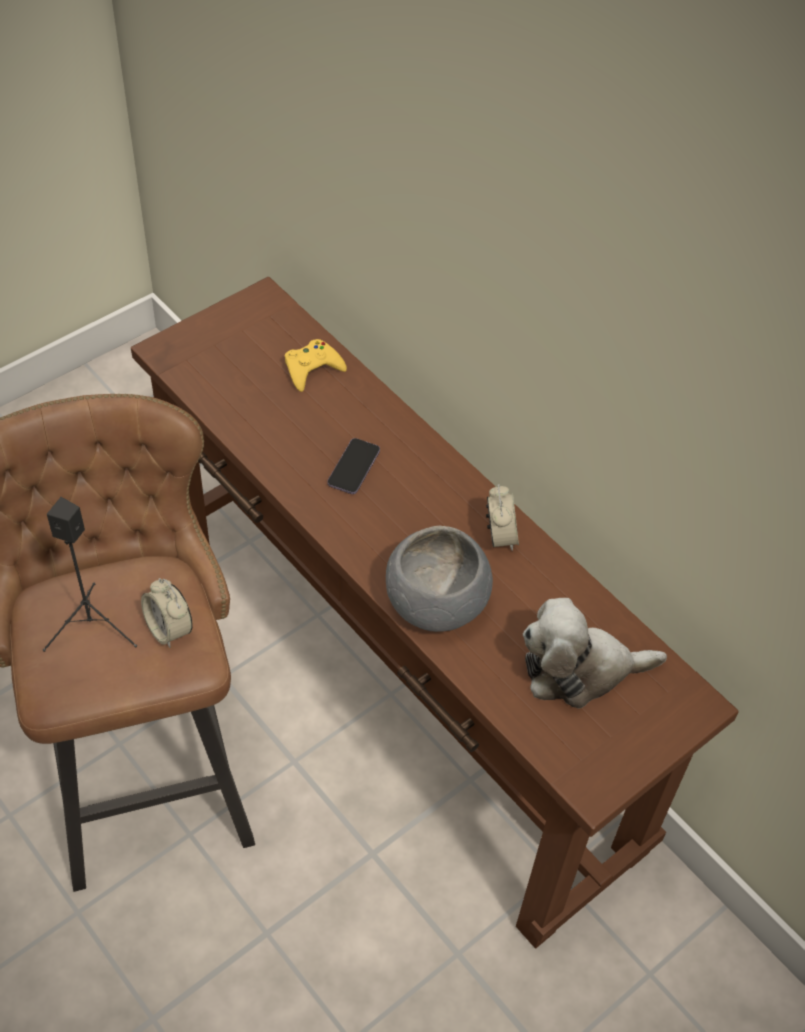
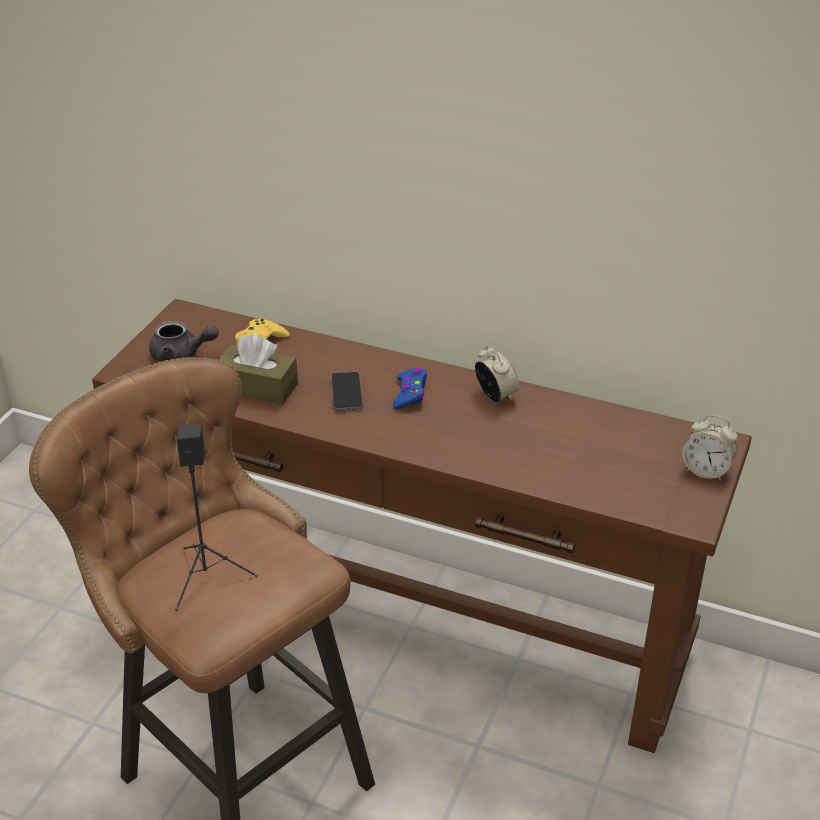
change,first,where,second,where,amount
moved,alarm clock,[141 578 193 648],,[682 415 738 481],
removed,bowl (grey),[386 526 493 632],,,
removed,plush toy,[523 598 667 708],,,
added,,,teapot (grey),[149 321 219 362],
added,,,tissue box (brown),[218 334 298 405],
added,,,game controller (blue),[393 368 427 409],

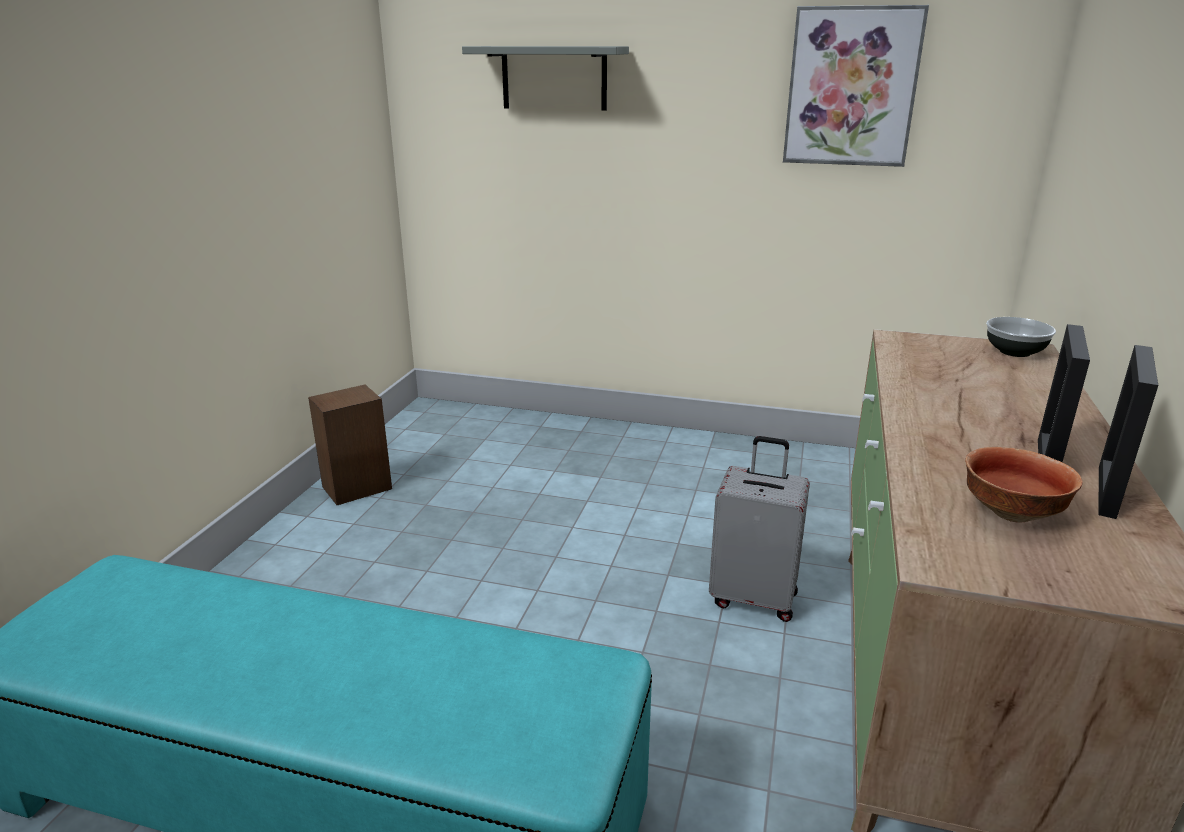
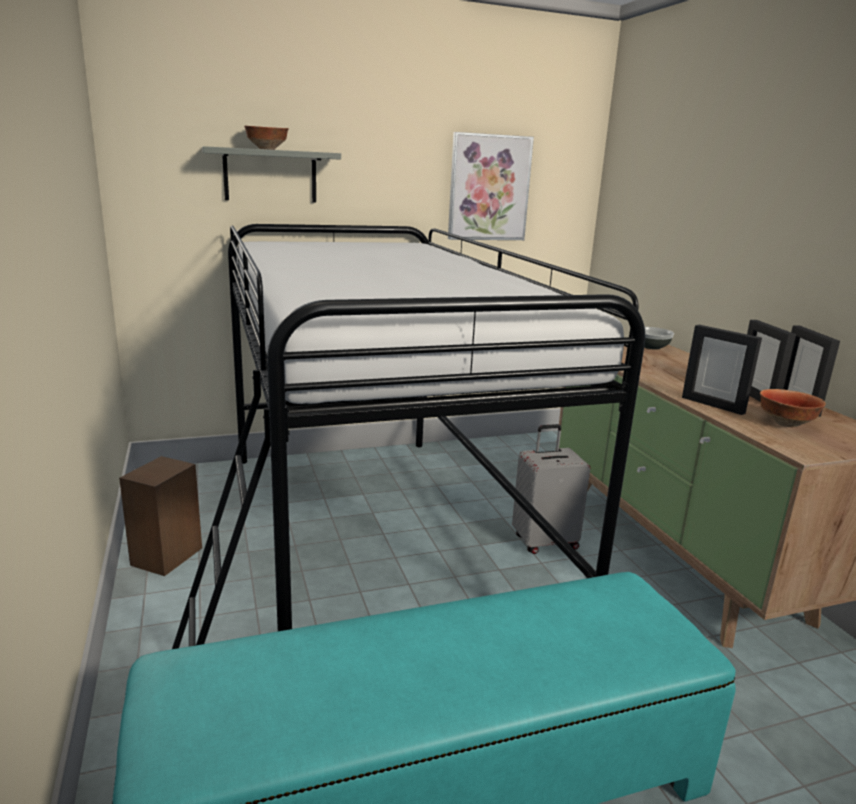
change,first,where,second,where,amount
added,,,bed (black),[172 224 645 649],
added,,,bowl,[244 125 289 150],
added,,,picture frame,[682 325 762 415],

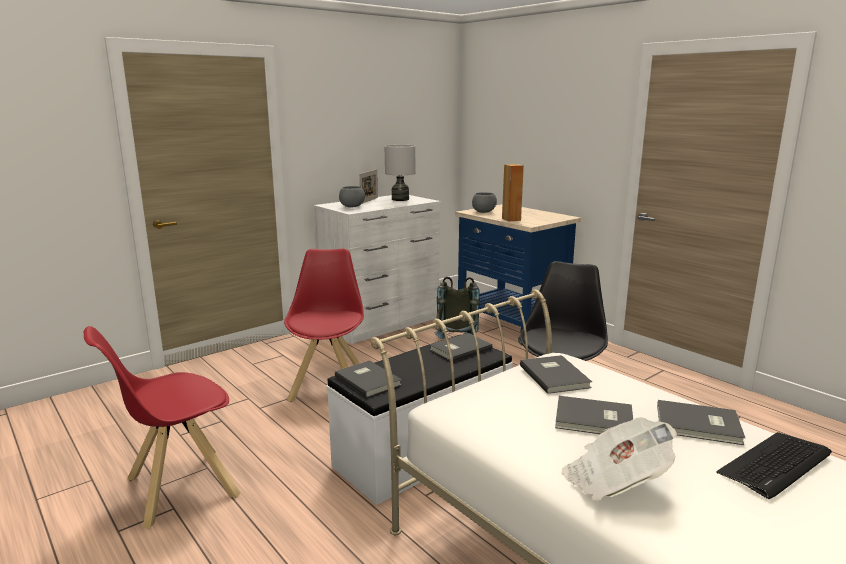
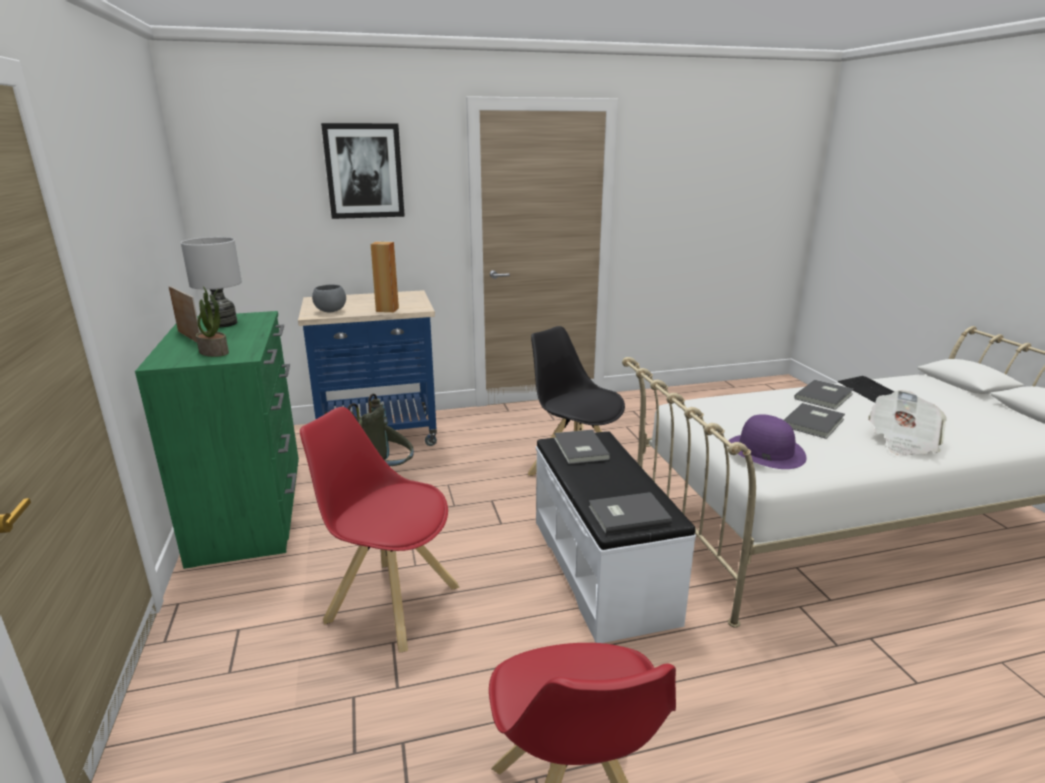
change,first,where,second,where,amount
recoloured,dresser (white),[314 195 441 344],dresser (green),[135 311 299 569],
replaced,bowl (grey),[339 186 365 207],potted plant,[196 287 229 357],
removed,book (grey),[520 355 592 394],,,
added,,,picture,[321 123 405 219],
added,,,hat (purple),[728 414 807 469],

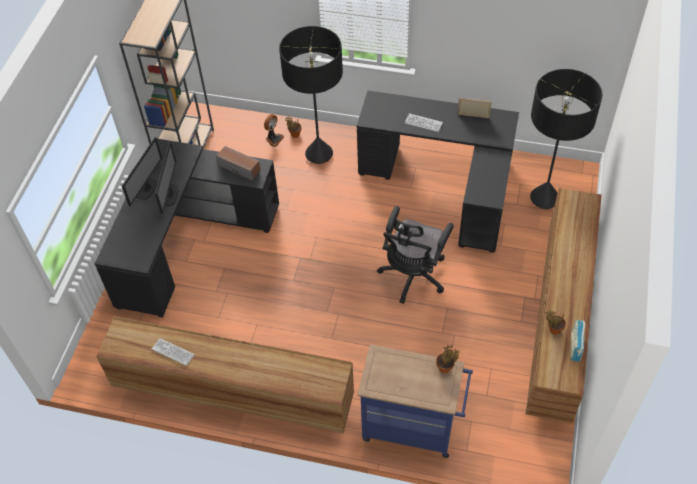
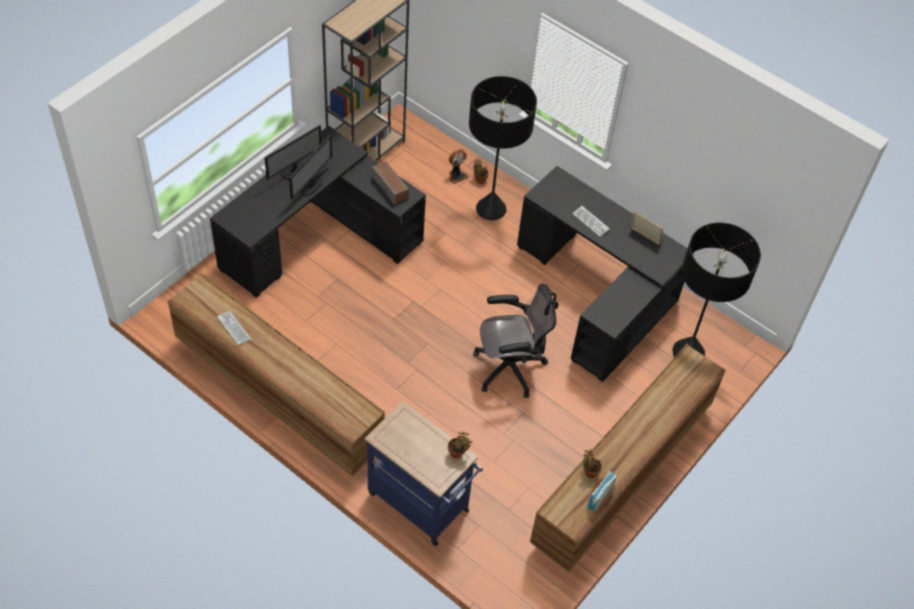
change,first,where,second,where,amount
turned,office chair,[377 206 454 304],,[473 284 559 398],150 degrees counterclockwise

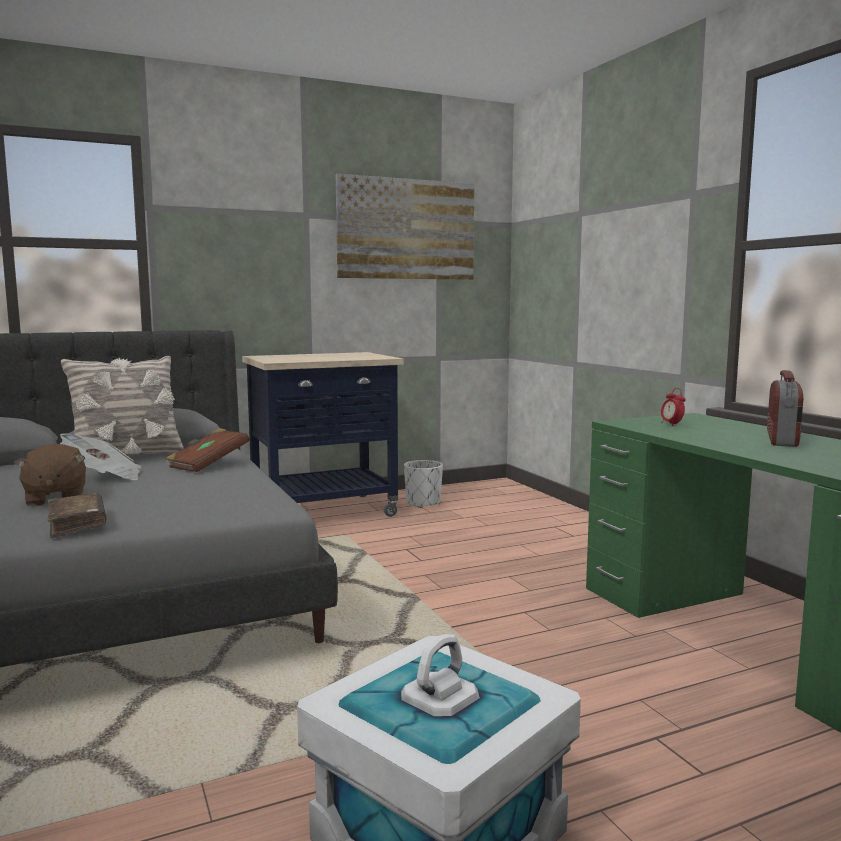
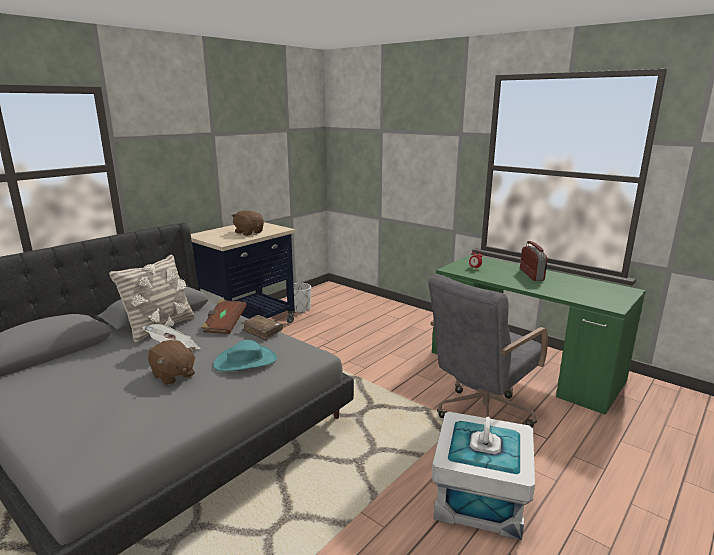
change,first,where,second,where,amount
moved,book (brown),[48 493 106 538],,[241 315 283 341],
removed,picture,[336 174 474 280],,,
added,,,hat (turquoise),[213 340 277 371],
added,,,plush toy (brown),[232 210 264 236],
added,,,office chair (grey),[428 274 548 428],

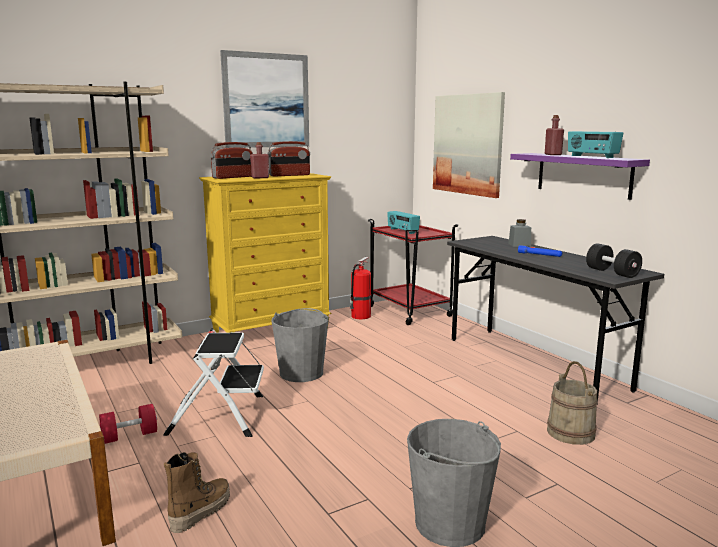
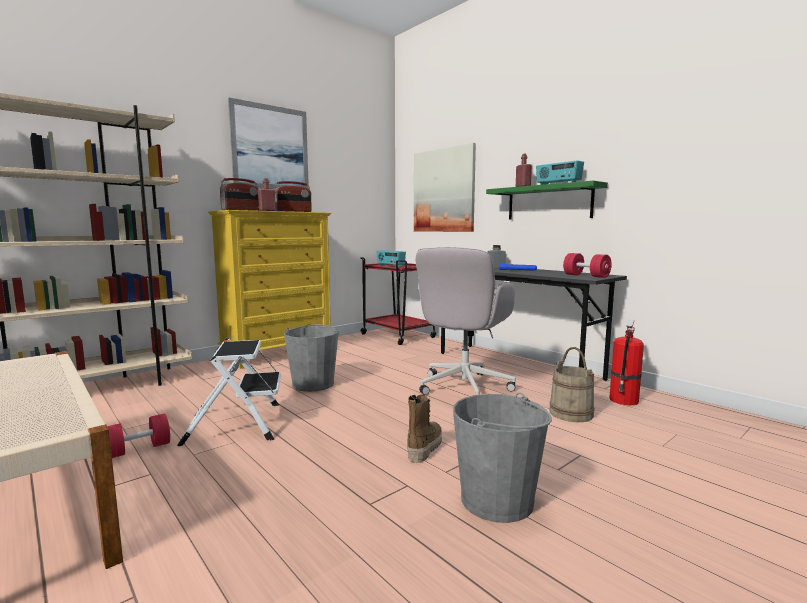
change,first,where,second,where,amount
moved,boot,[164 452 230 533],,[407 395 442 463],
moved,fire extinguisher,[349 257 371 319],,[609 320 644 405],
recoloured,shelf (purple),[510 153 650 200],shelf (green),[486 180 608 220],
recoloured,dumbbell (black),[586 243 642 278],dumbbell (red),[563 253 612 278],
added,,,office chair (grey),[416 247 516 395],

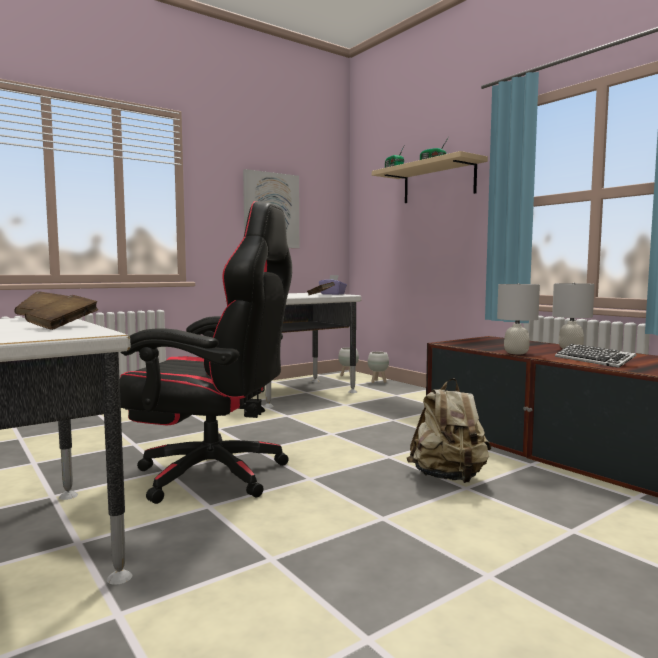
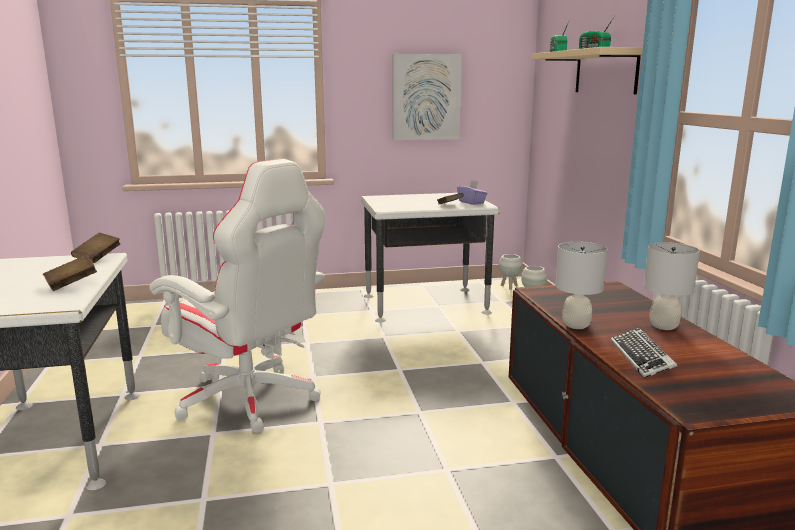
change,first,where,second,where,amount
recoloured,office chair (black),[120 201 292 504],office chair (white),[149 159 326 433],
removed,backpack (beige),[407 378 491 483],,,

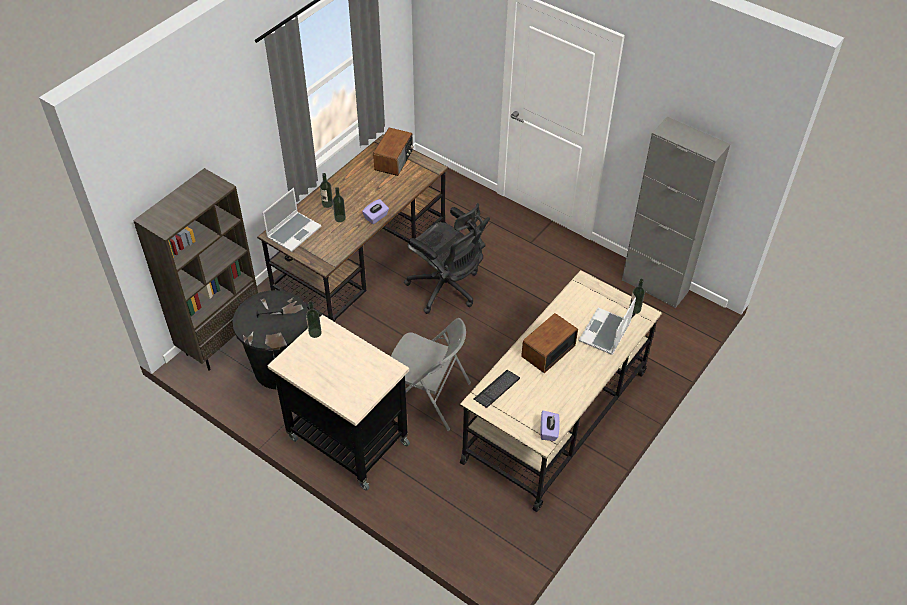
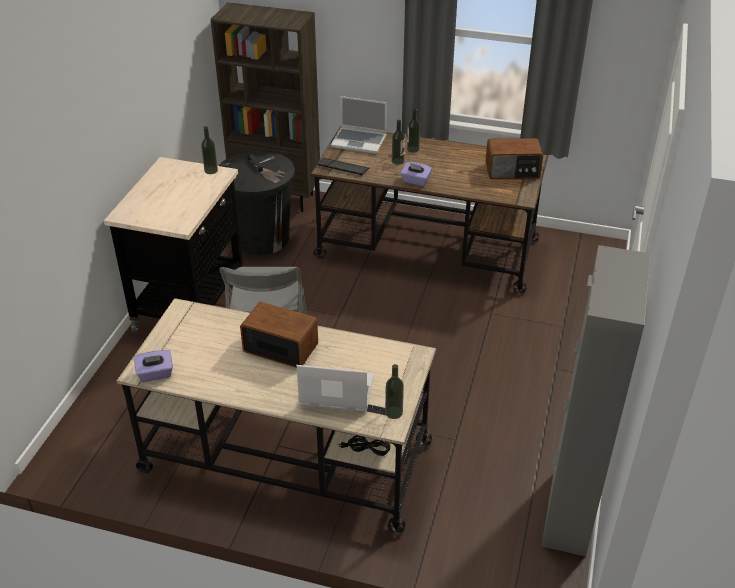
change,first,where,second,where,amount
removed,office chair,[404 203 490 314],,,
moved,keyboard,[474 370 520 408],,[317 158 369 176],

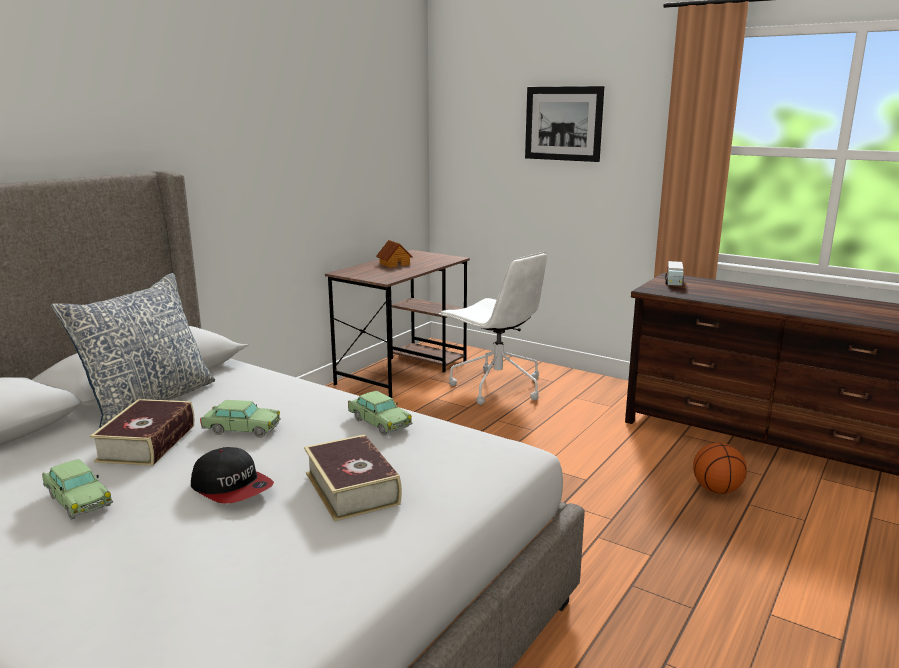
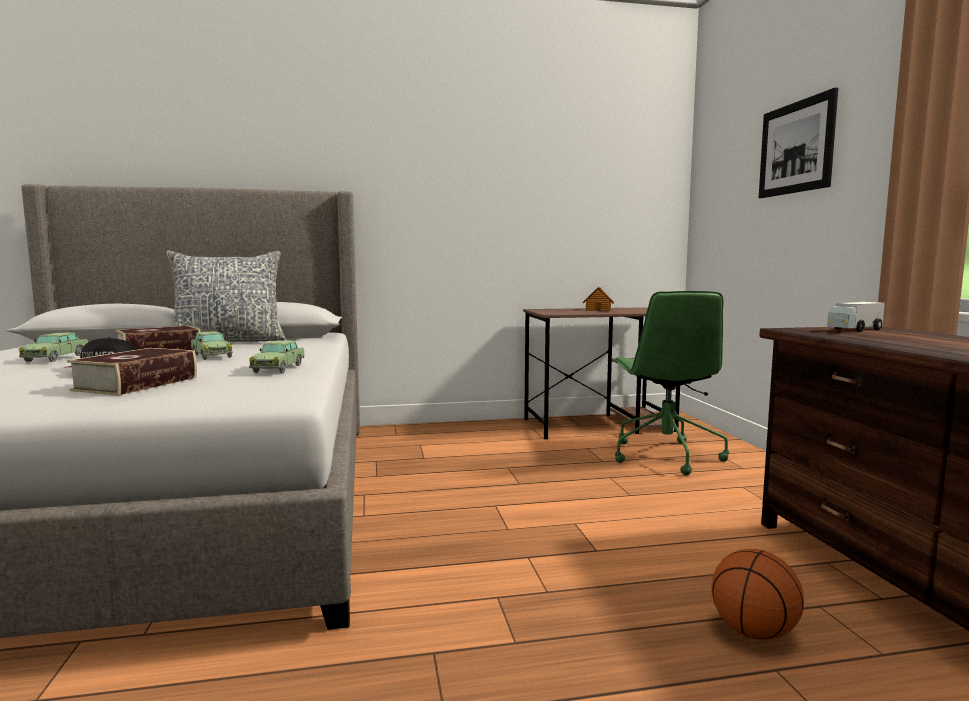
change,first,where,second,where,amount
recoloured,office chair (white),[439 252 547 405],office chair (green),[613 291 729 475],

